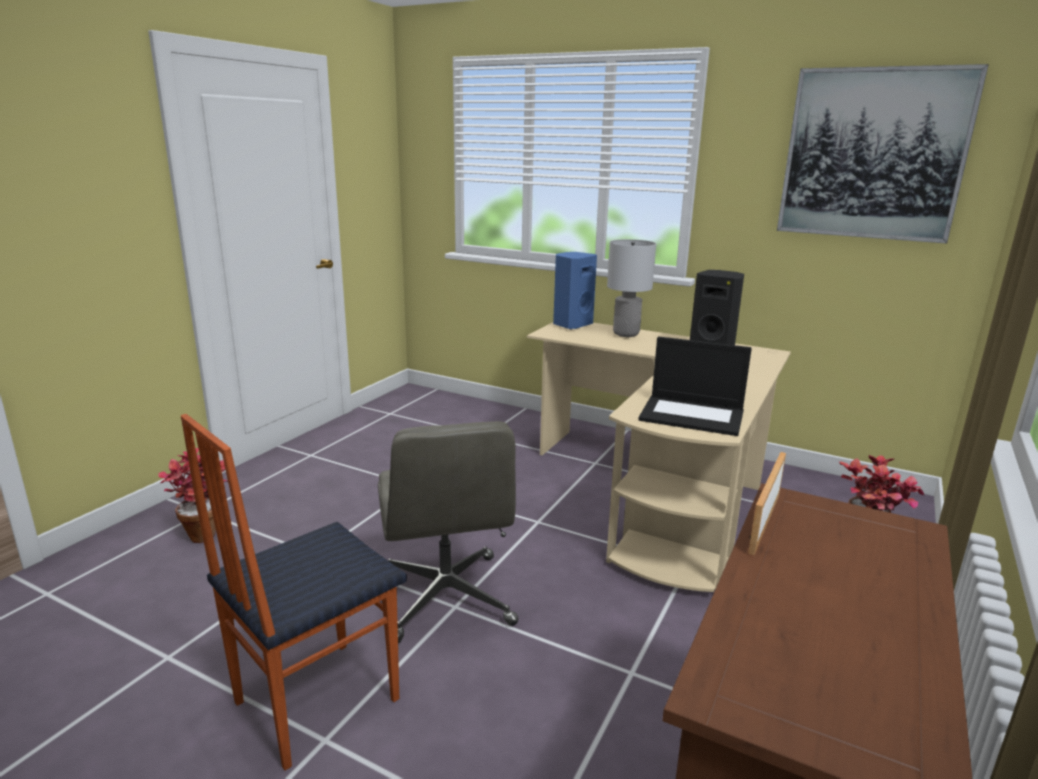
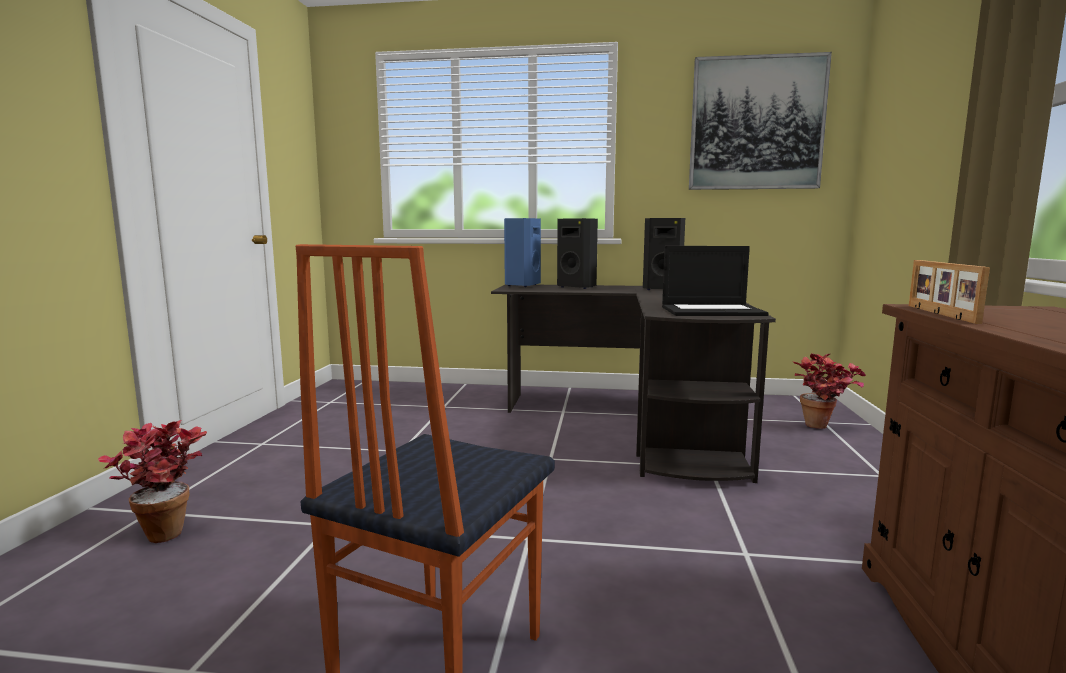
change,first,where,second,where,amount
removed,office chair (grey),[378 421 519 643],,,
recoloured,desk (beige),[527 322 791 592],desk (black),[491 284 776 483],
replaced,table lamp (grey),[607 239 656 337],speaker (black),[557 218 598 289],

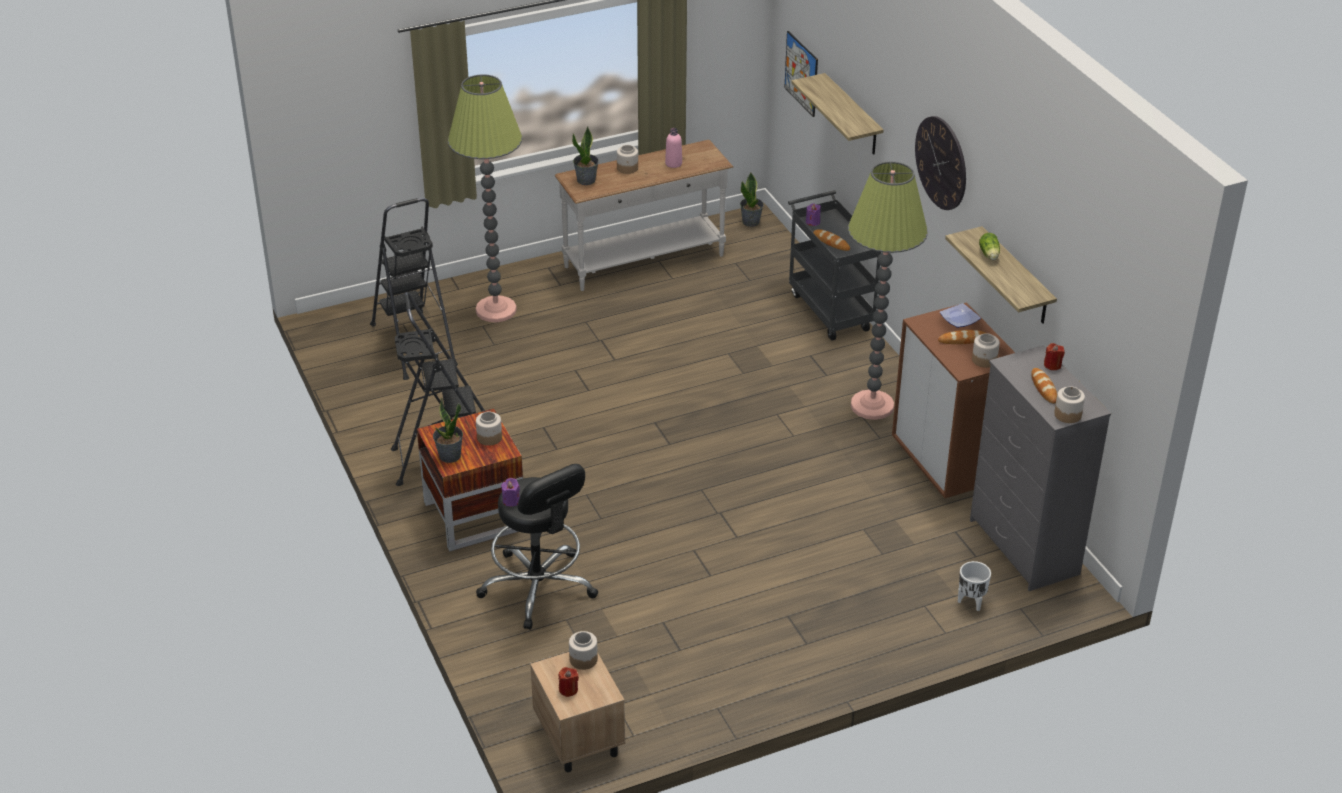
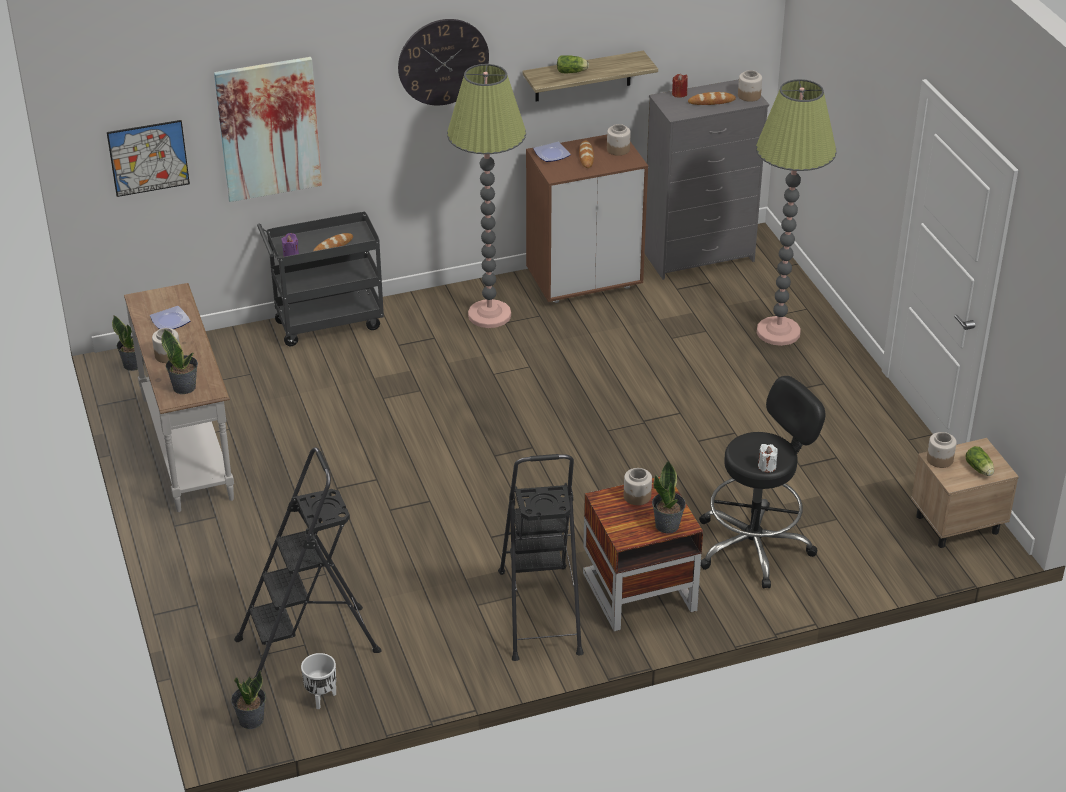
change,first,where,second,where,amount
moved,floor lamp,[448 74 522 322],,[756 79 837 346],
recoloured,candle (purple),[501 478 520 507],candle (white),[758 444 778 473],
replaced,candle (red),[559 667 579 697],lettuce,[966 446 994 476],
replaced,bottle (pink),[665 128 682 168],plate,[150 306 190 329],
replaced,shelf,[791 73 884 155],picture,[214 57 322 202],
moved,planter (white),[958 561 991 611],,[301 653 336 709],
added,,,potted plant,[231 670 266 729],

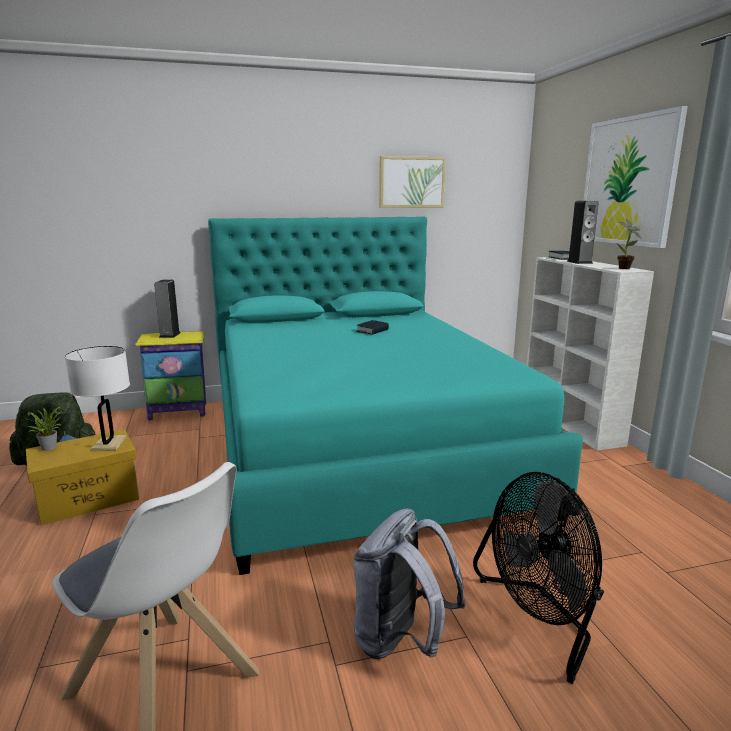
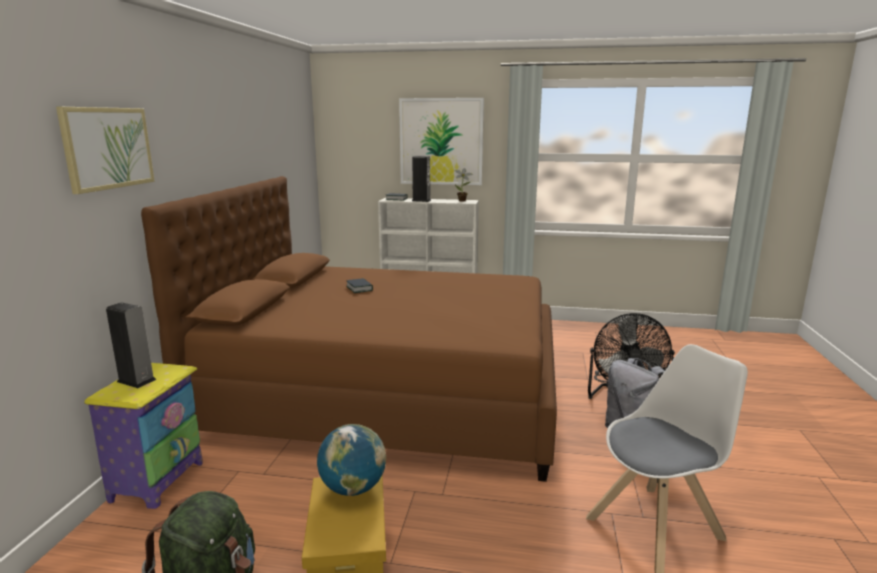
change,first,where,second,where,amount
removed,potted plant,[28 407 65 451],,,
replaced,table lamp (white),[65 346 130 451],globe,[317 424 386 496],
recoloured,bed (turquoise),[208 217 583 575],bed (brown),[141 176 557 482],
moved,picture,[379 156 446 208],,[56 107 155 194],

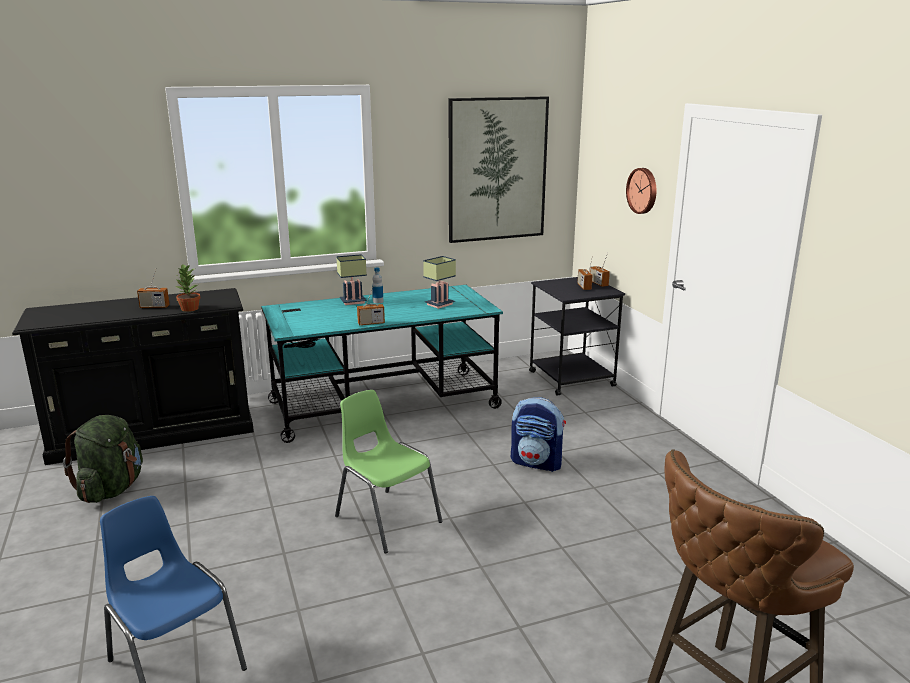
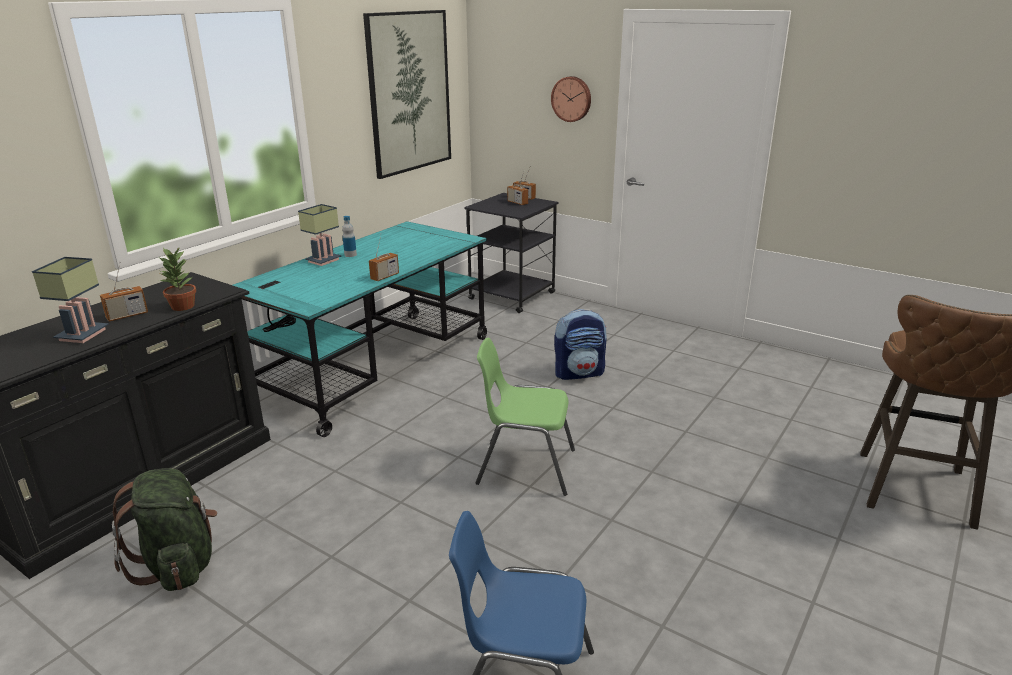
change,first,where,second,where,amount
moved,table lamp,[423 256 456 309],,[32 257 109 343],

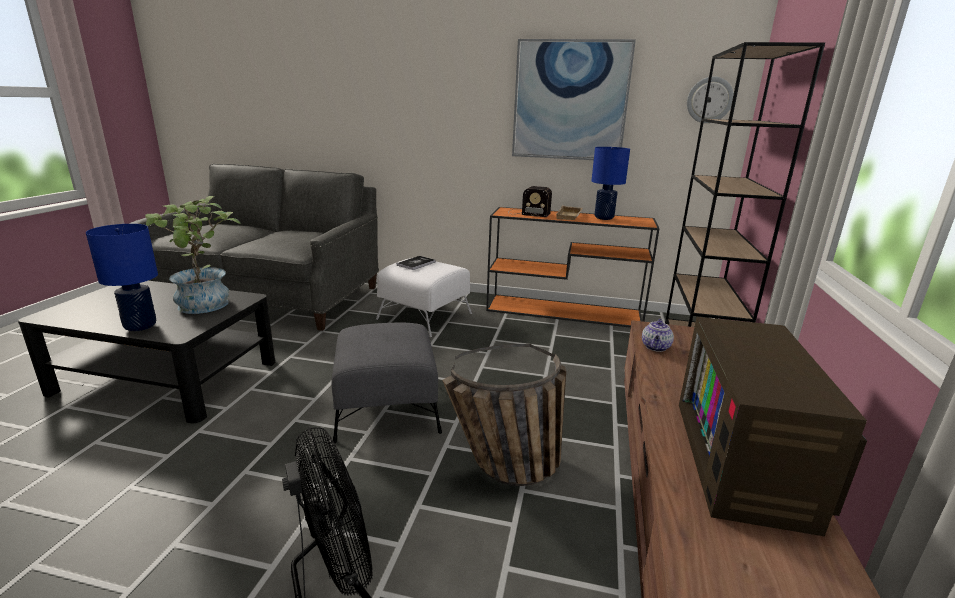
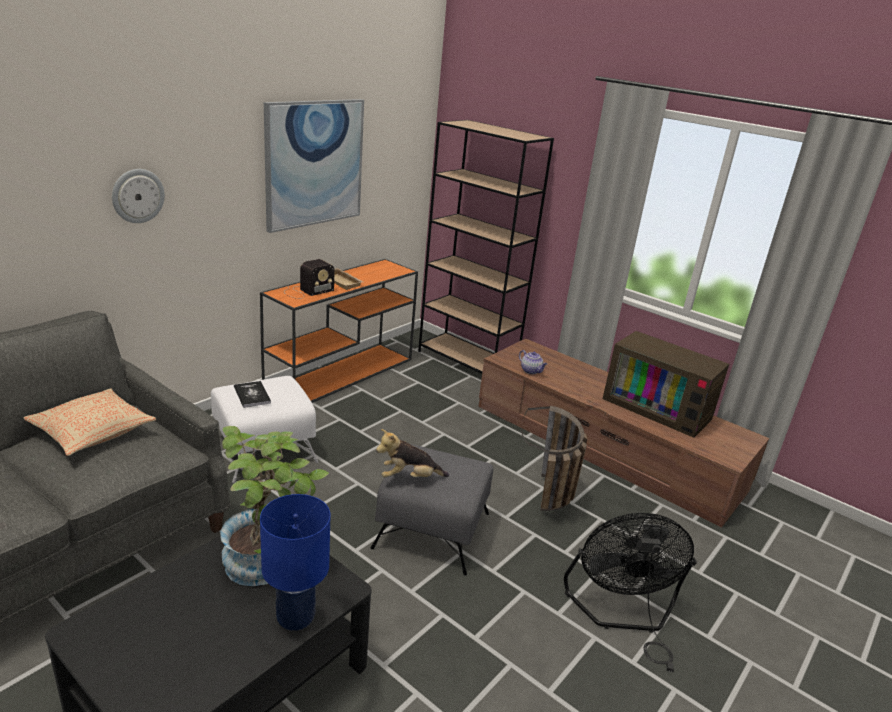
change,first,where,second,where,amount
removed,table lamp (blue),[591 147 630 220],,,
moved,wall clock,[687 77 734 123],,[112 169 165 223],
added,,,pillow (beige),[24 388 156 456],
added,,,plush toy,[376 429 449 477],

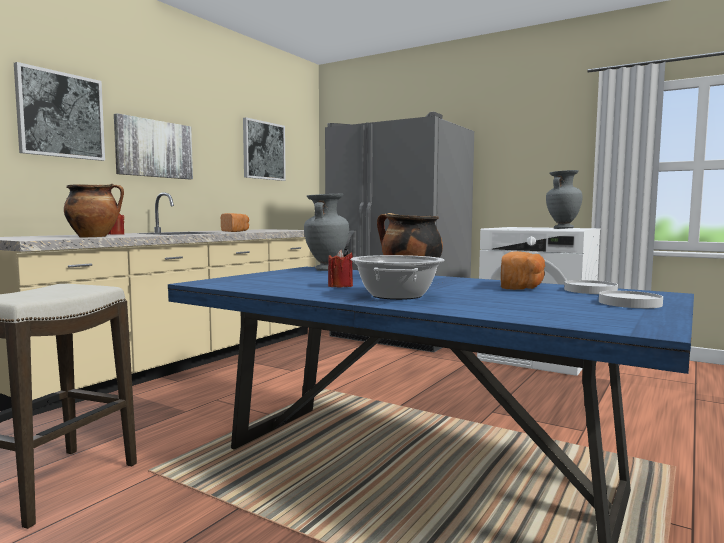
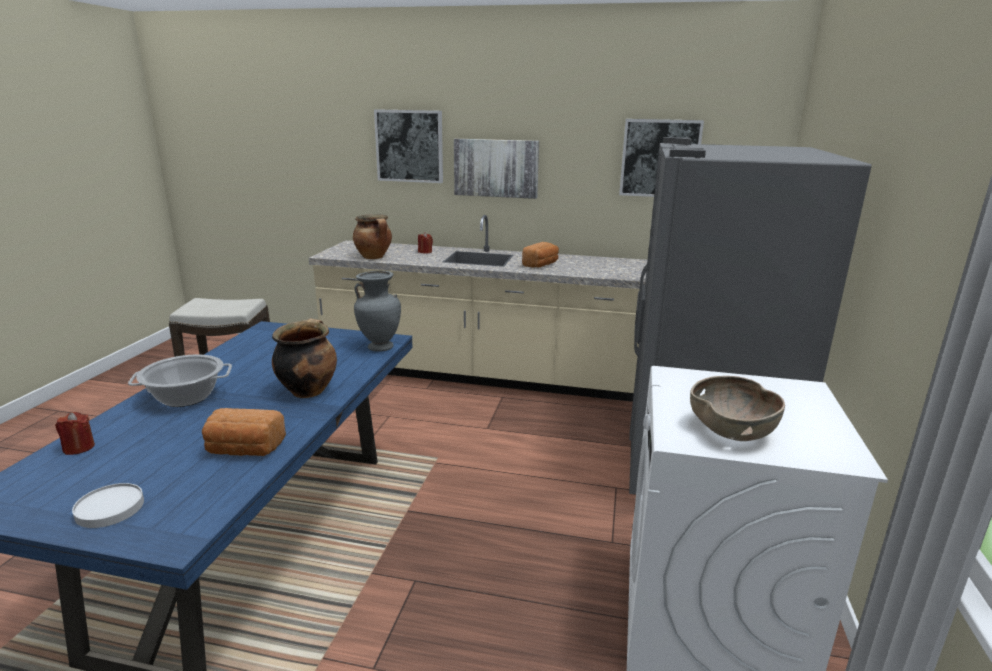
change,first,where,second,where,amount
moved,candle (red),[328 250 353 287],,[55 412 95 455],
replaced,vase (grey),[546 170 583 229],bowl (brown),[690 376 785 441],
removed,plate (white),[564 280 618 294],,,

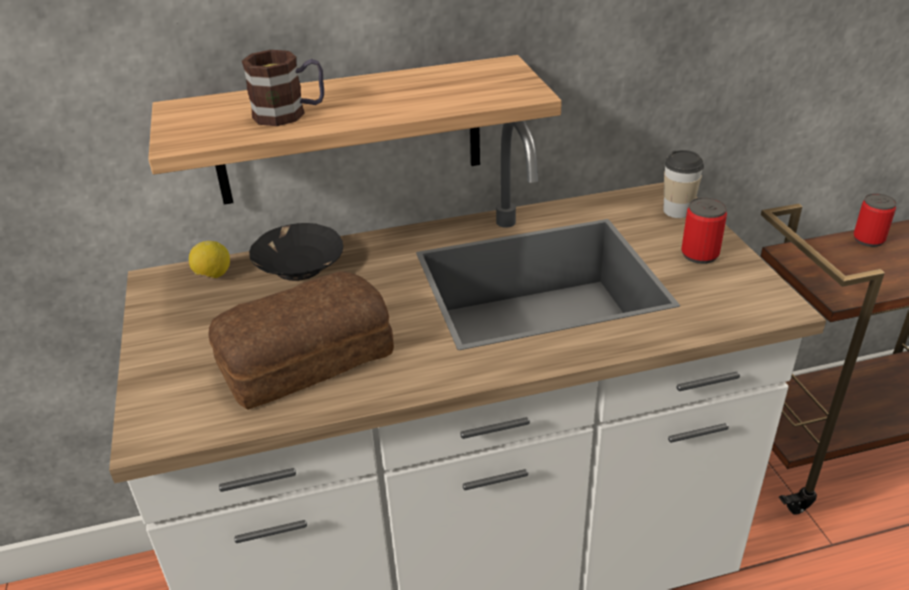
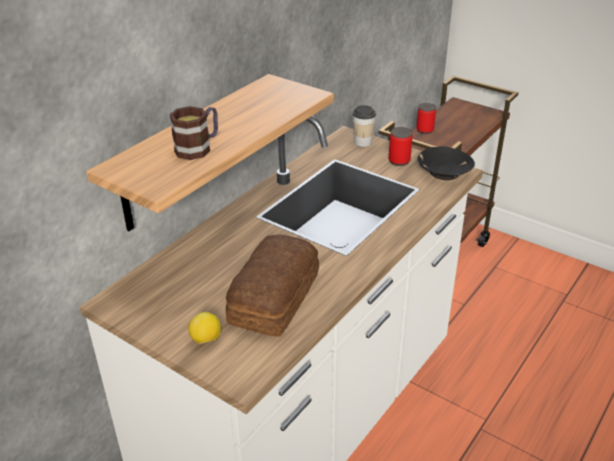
change,first,where,second,where,amount
moved,lemon,[189 241 230 278],,[188 312 221 344],
moved,bowl (black),[249 223 343 281],,[418 146 475 180],

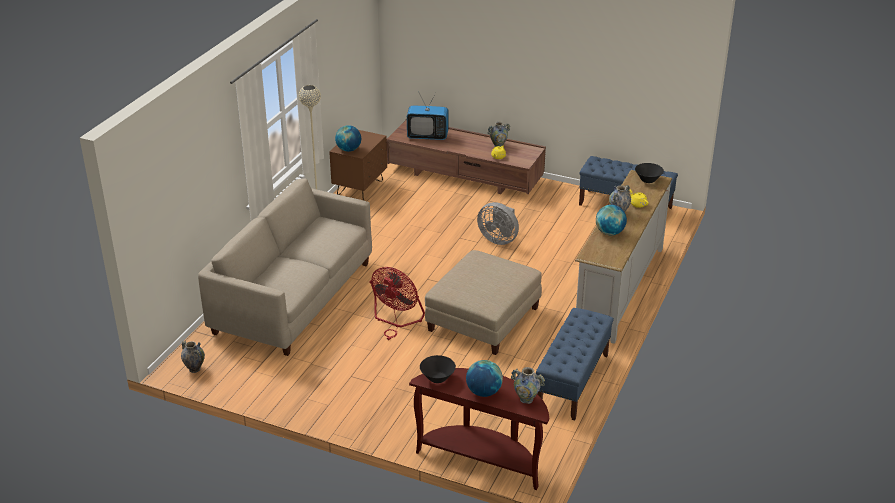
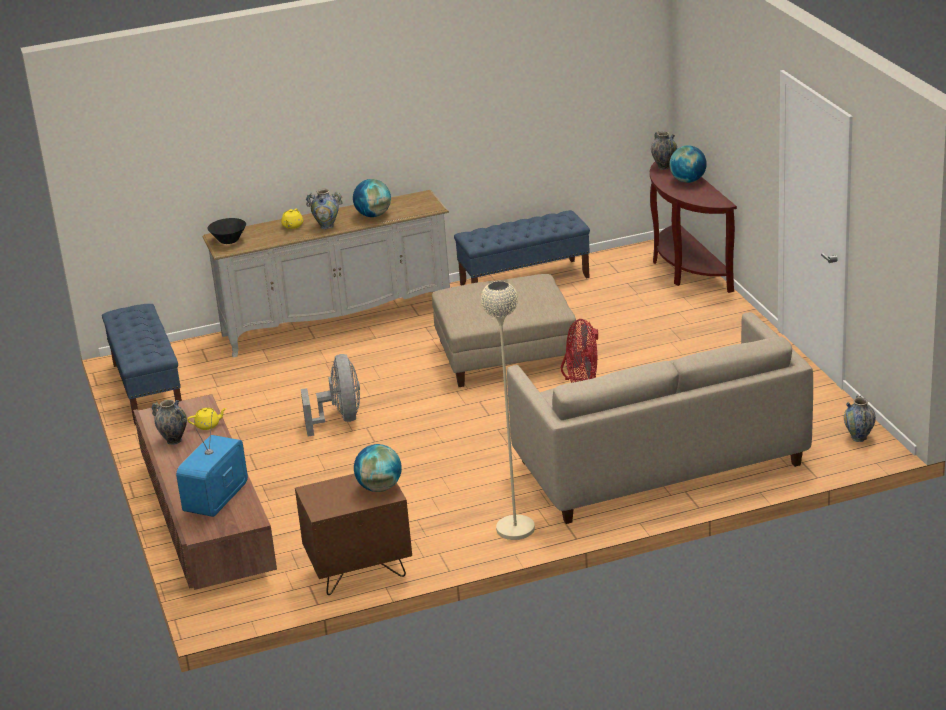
change,first,where,second,where,amount
turned,television,[407 91 448 140],,[176 417 248 517],120 degrees counterclockwise
removed,bowl (black),[420 355 456 383],,,

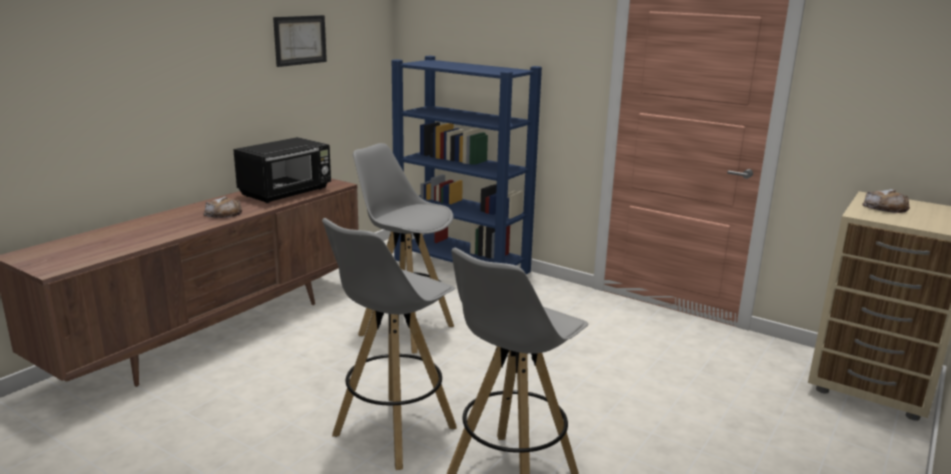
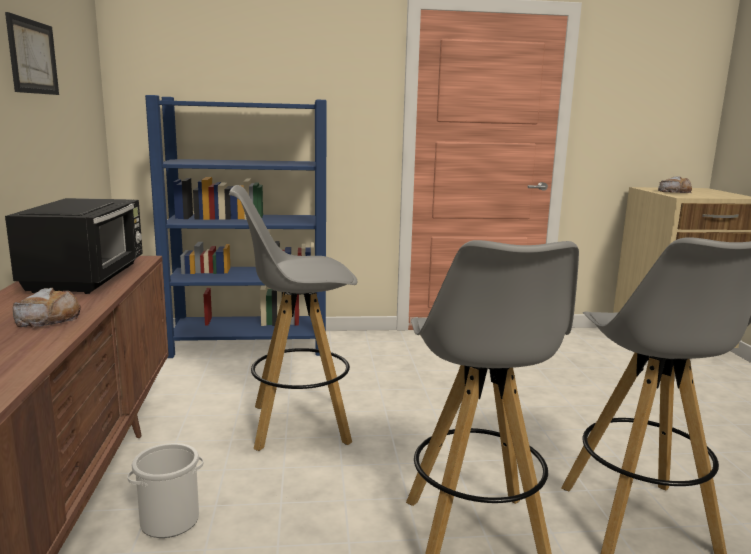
change,first,where,second,where,amount
added,,,bucket,[127 443 204 538],

